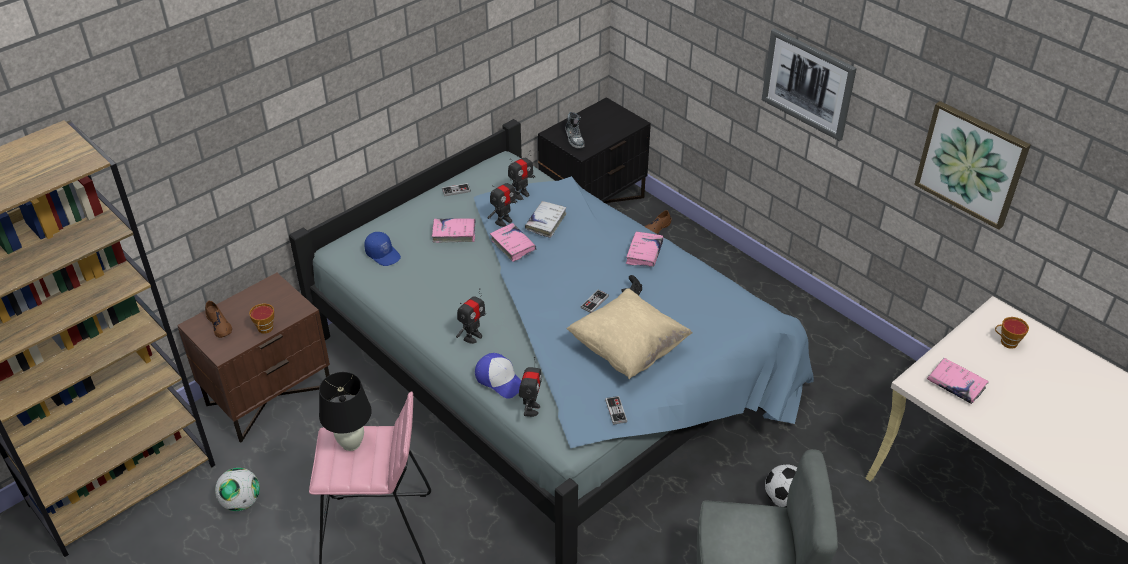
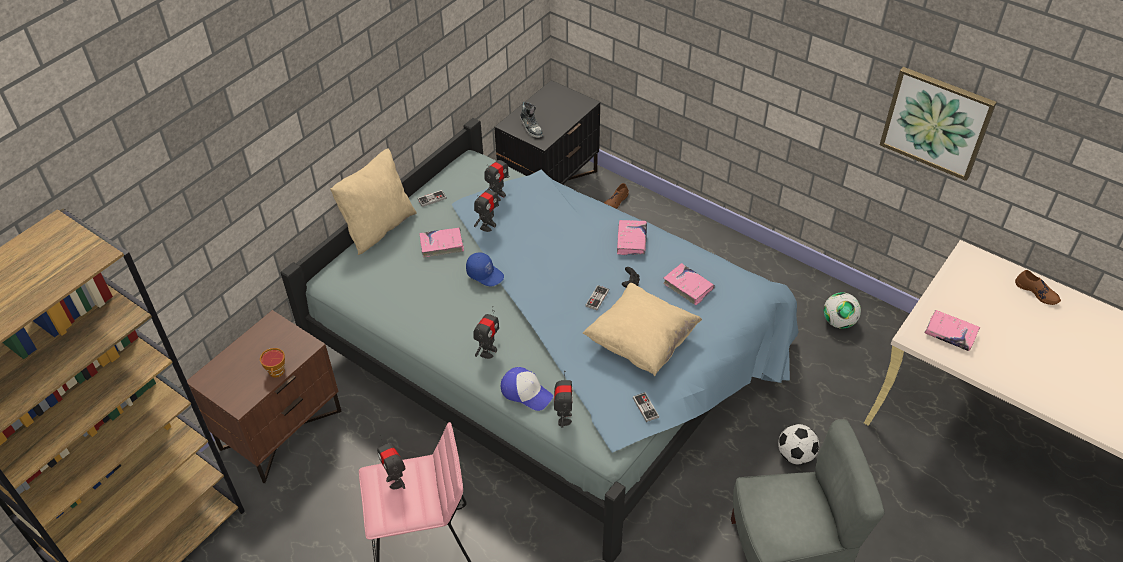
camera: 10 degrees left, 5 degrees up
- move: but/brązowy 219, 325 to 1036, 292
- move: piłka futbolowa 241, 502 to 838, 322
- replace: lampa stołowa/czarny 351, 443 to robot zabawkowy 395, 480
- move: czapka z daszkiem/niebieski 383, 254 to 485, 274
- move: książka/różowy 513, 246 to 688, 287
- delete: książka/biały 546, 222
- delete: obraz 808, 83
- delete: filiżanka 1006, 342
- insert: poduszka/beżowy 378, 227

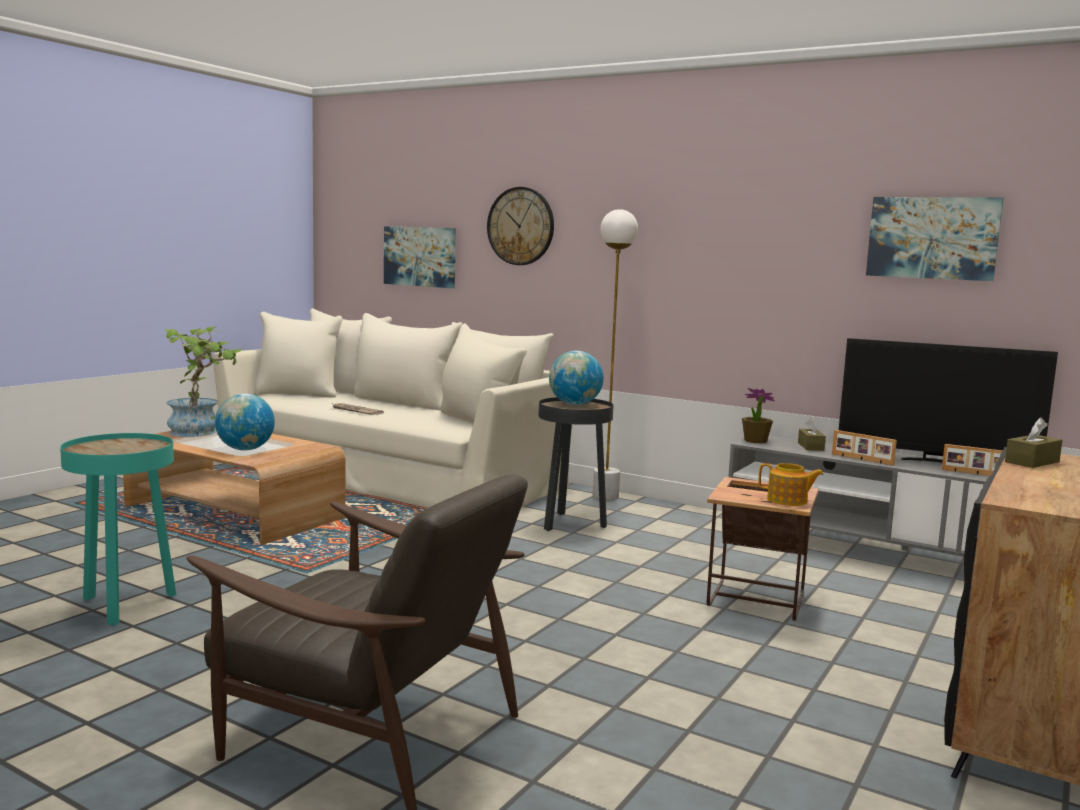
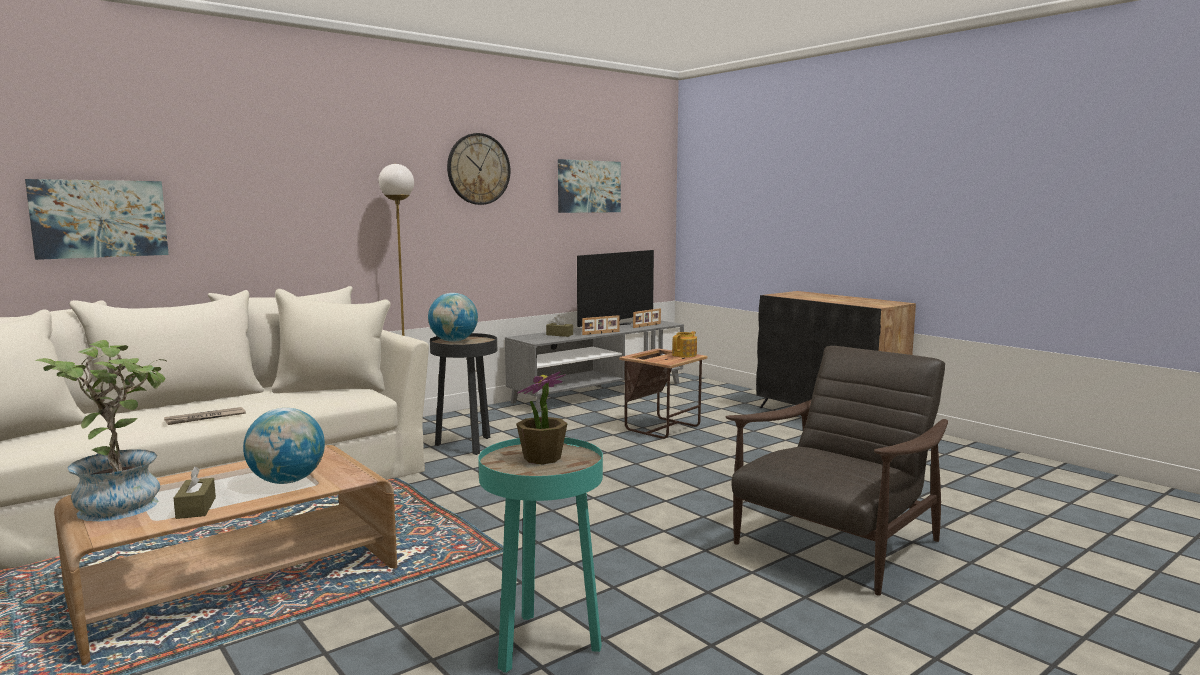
camera: 70 degrees left, 0 degrees up
- move: zegar ścienny 521, 226 to 478, 169
- move: roślina doniczkowa 755, 441 to 542, 458
- move: pudełko chusteczek/brązowy 1032, 462 to 196, 508

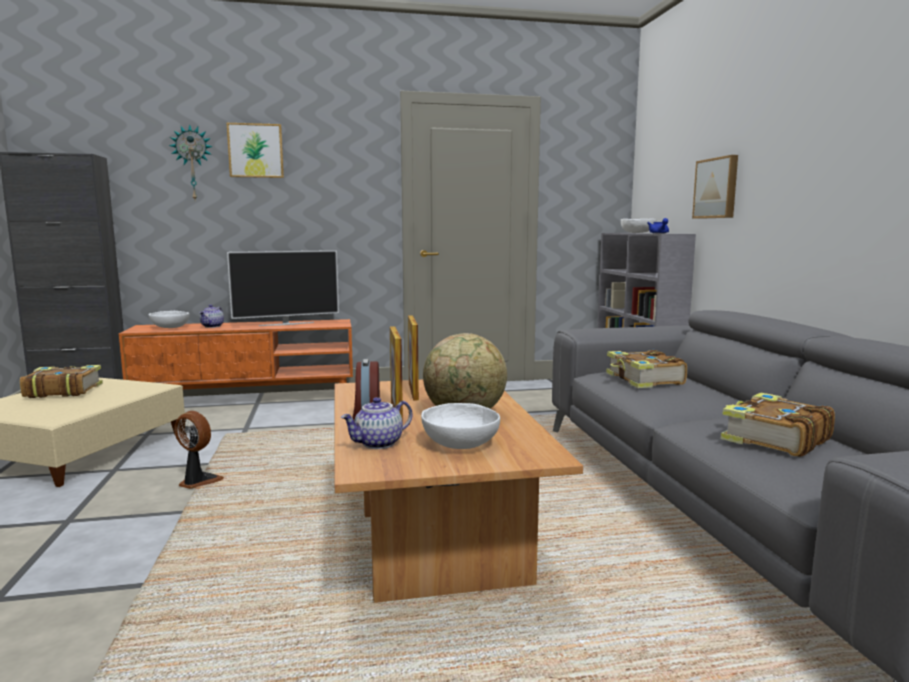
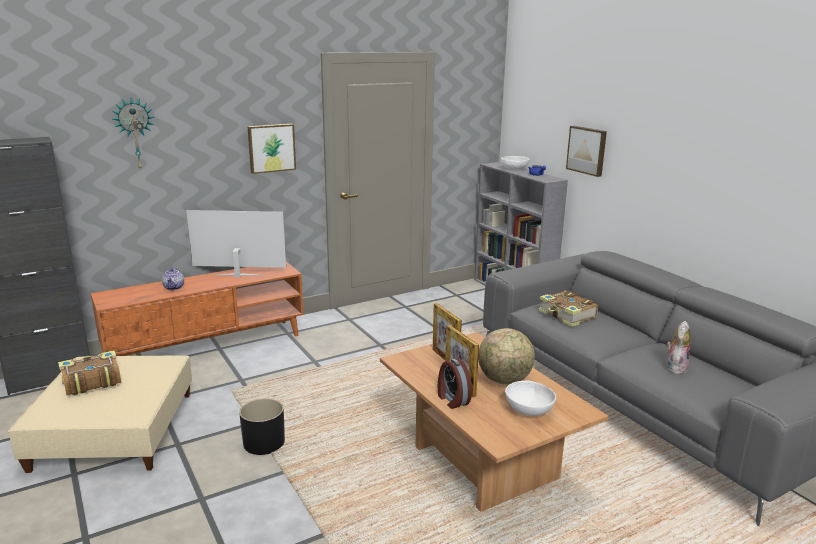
camera: 20 degrees left, 10 degrees up
- delete: miska/biały 169, 327
- replace: wentylator 198, 482 to donica/czarny 263, 443
- move: obraz 256, 151 to 271, 148
- rotate: telewizor 286, 324 = 238, 275 135 degrees counterclockwise
- delete: imbryk 378, 444
- replace: książka 774, 439 to pluszak 675, 367

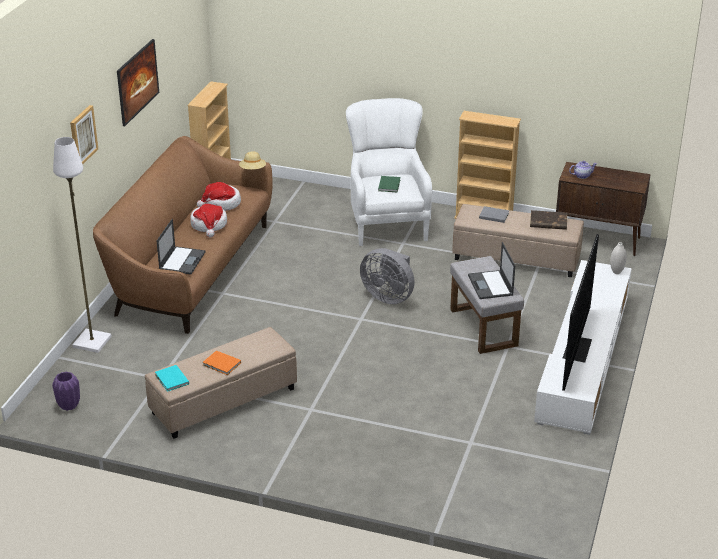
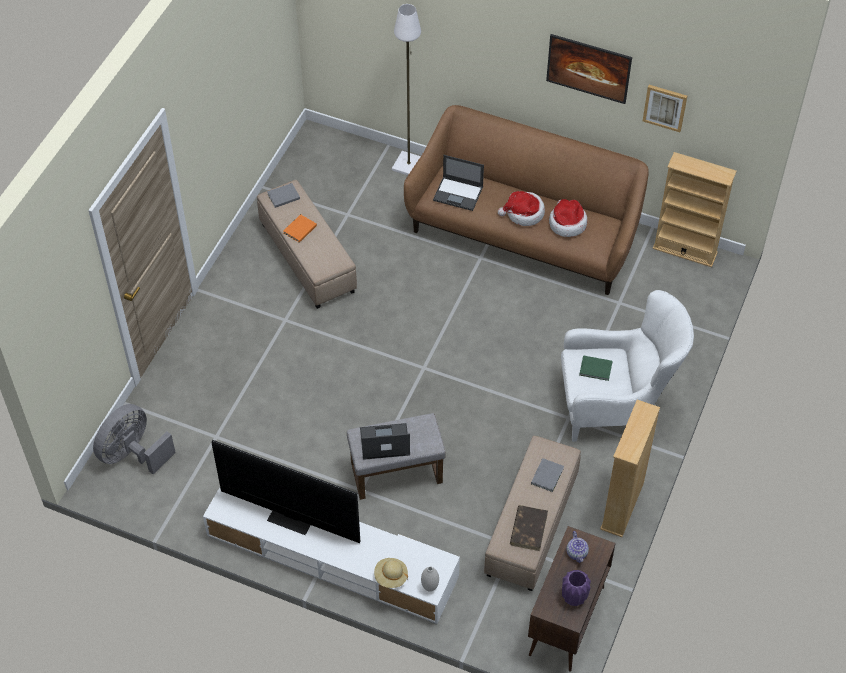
camera: 95 degrees right, 20 degrees up
- move: wazon/fioletowy 68, 405 to 574, 597
- move: obraz 82, 135 to 665, 107
- recolor: książka/turkusowy 172, 380 to książka/szary 282, 196
- move: kapelusz/beżowy 253, 170 to 391, 577
- move: wentylator/szary 389, 296 to 133, 454

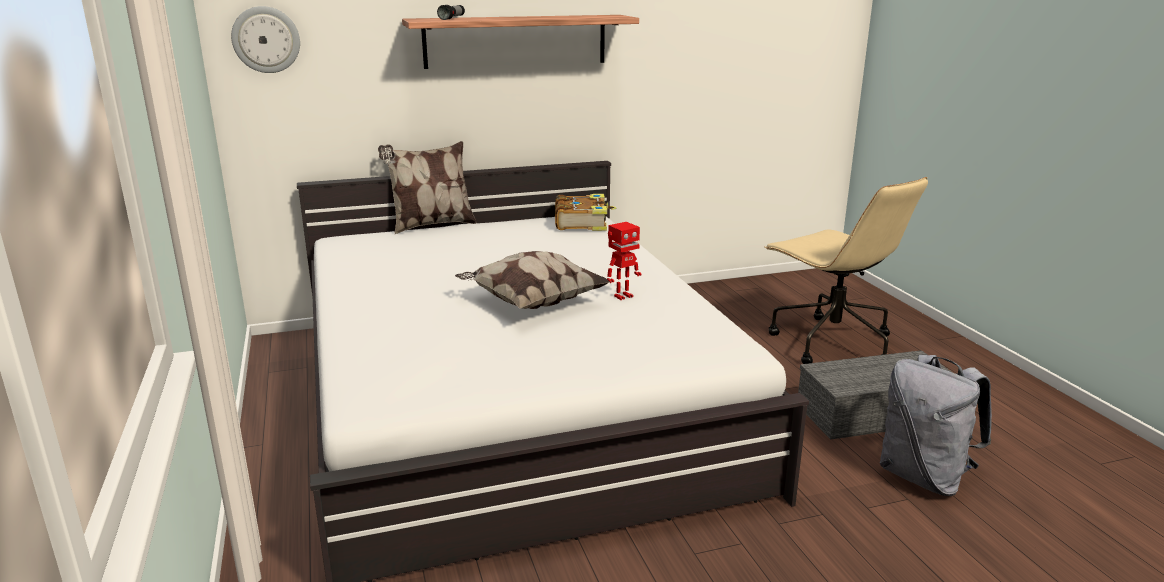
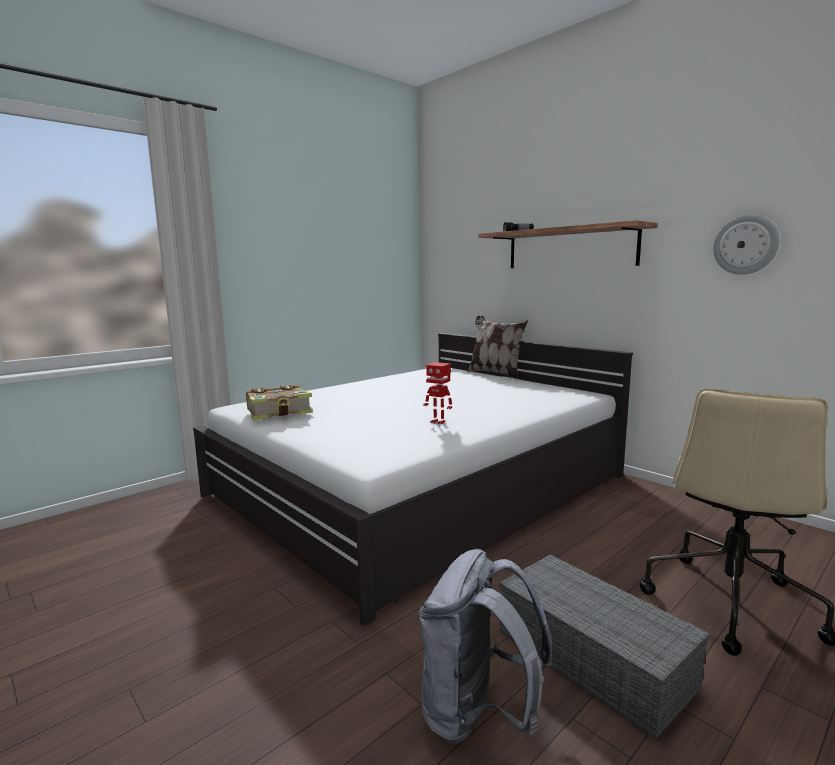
camera: 65 degrees right, 10 degrees down
- move: zegar ścienny 266, 39 to 745, 245
- delete: poduszka 531, 303
- move: książka 582, 222 to 280, 412

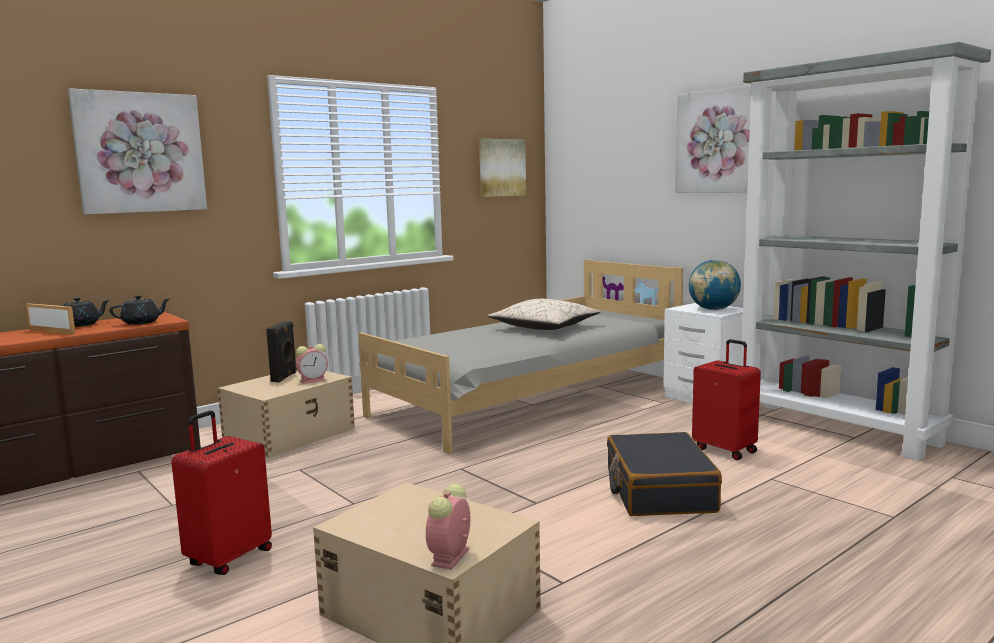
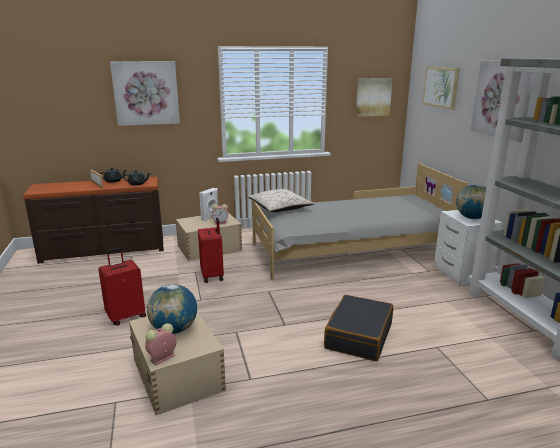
camera: 25 degrees right, 10 degrees up
- recolor: głośnik/czarny 285, 377 to głośnik/biały 210, 218
- move: poduszka/beżowy 544, 328 to 279, 208
- move: walizka/czerwony 725, 450 to 213, 275
- insert: globus 174, 329
- insert: obraz 441, 87

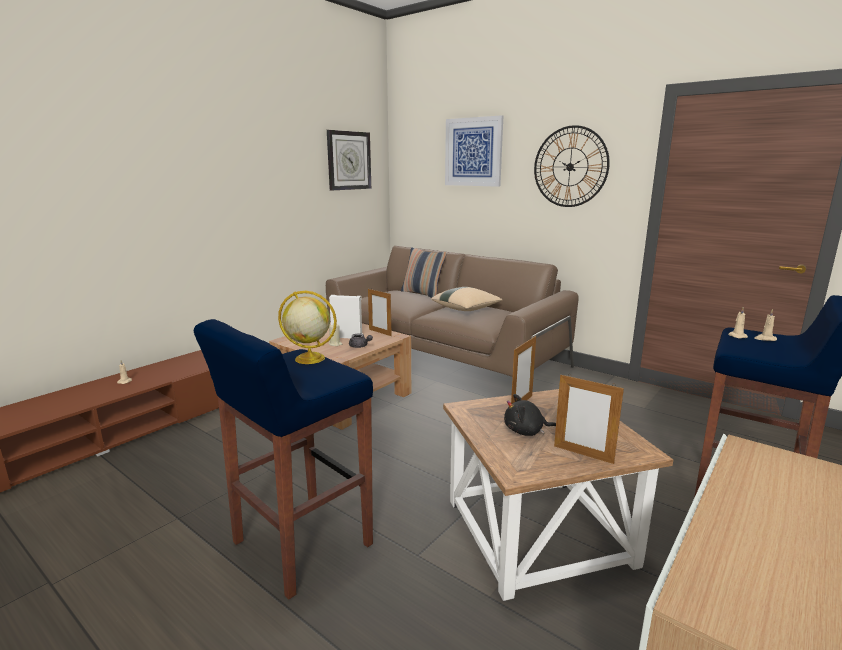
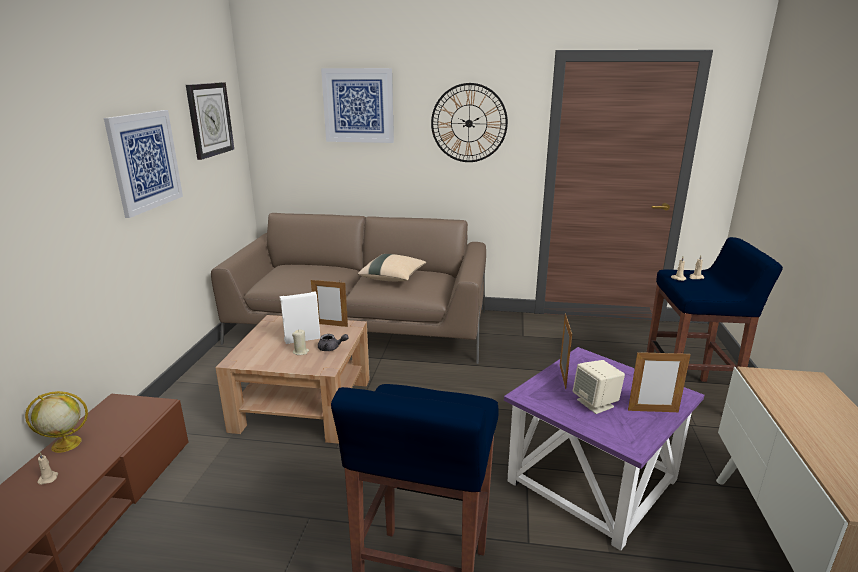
camera: 30 degrees left, 5 degrees up
- move: globus 309, 358 to 65, 444
- delete: poduszka 422, 294
- recolor: stolik/brązowy 540, 533 to stolik/fioletowy 594, 481
- replace: pluszak/czarny 526, 431 to głośnik/beżowy 596, 403
- insert: obraz 145, 161

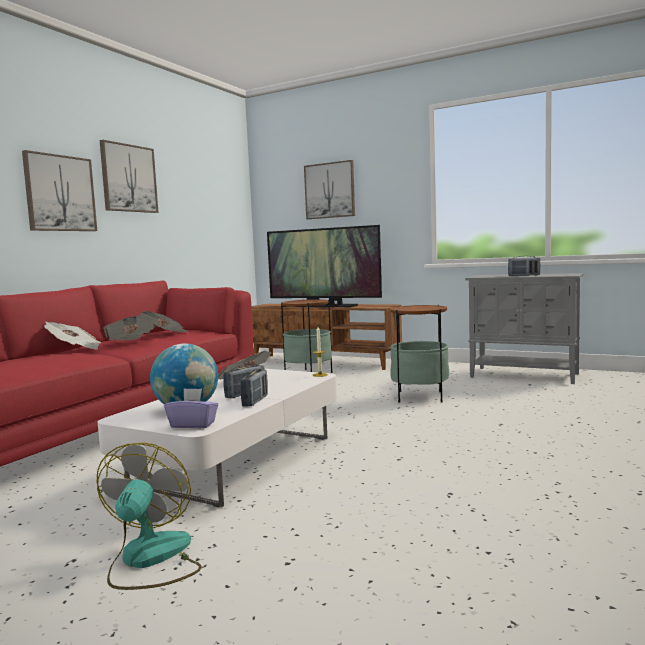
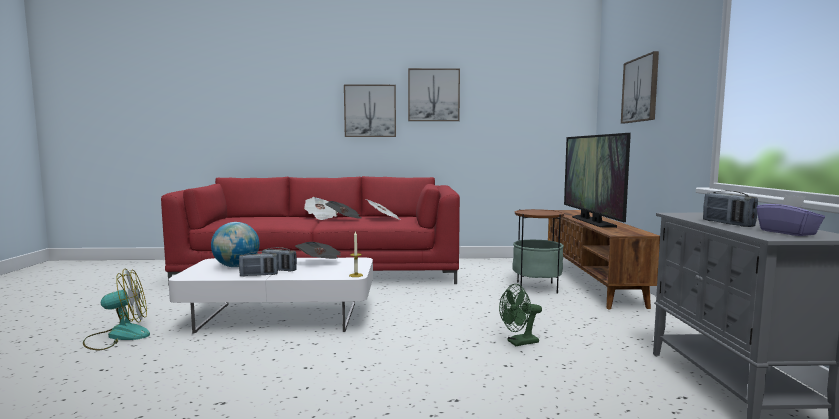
camera: 60 degrees right, 0 degrees up
- move: pudełko chusteczek/fioletowy 193, 425 to 788, 232
- replace: stolik 420, 397 to wentylator/zielony 519, 343

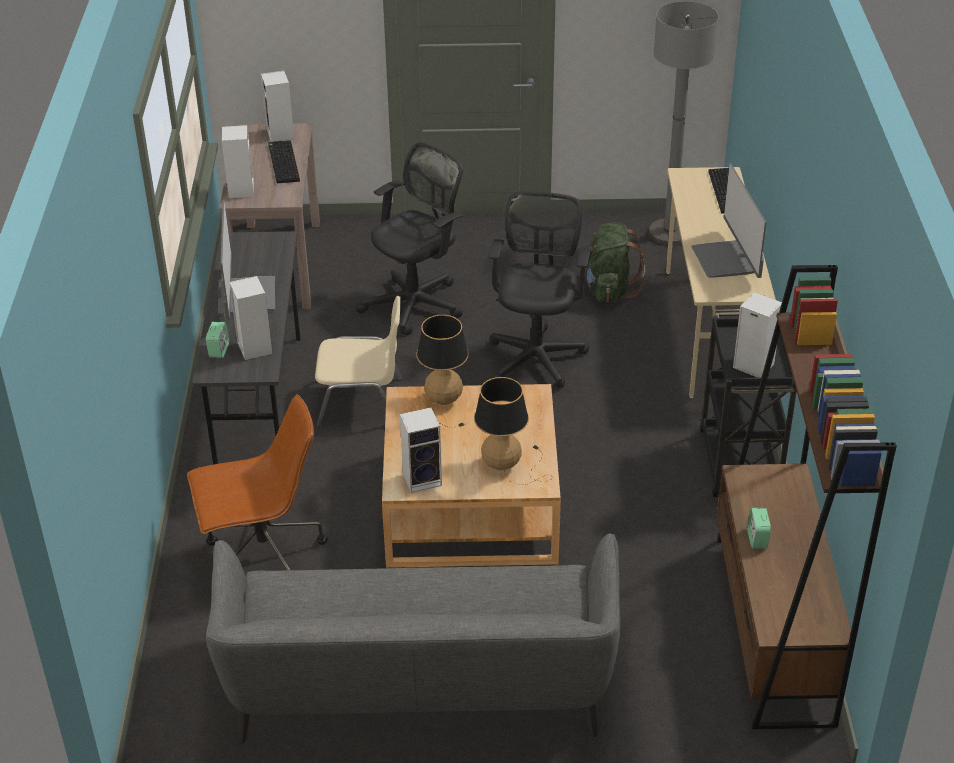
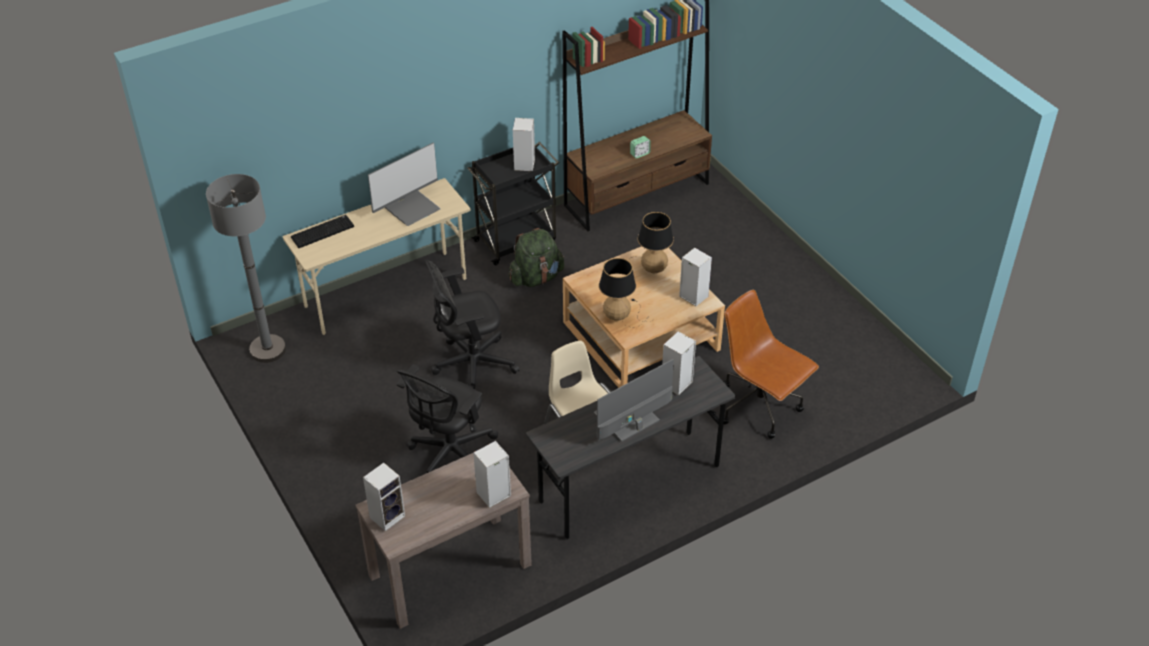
camera: 120 degrees left, 5 degrees up
- delete: budzik 219, 350
- delete: kanapa/szary 418, 686
- delete: klawiatura 282, 163
- rotate: krzesło biurowe/czarny 417, 303 = 449, 454 75 degrees counterclockwise
- move: plecak/zielony 609, 289 to 536, 278

